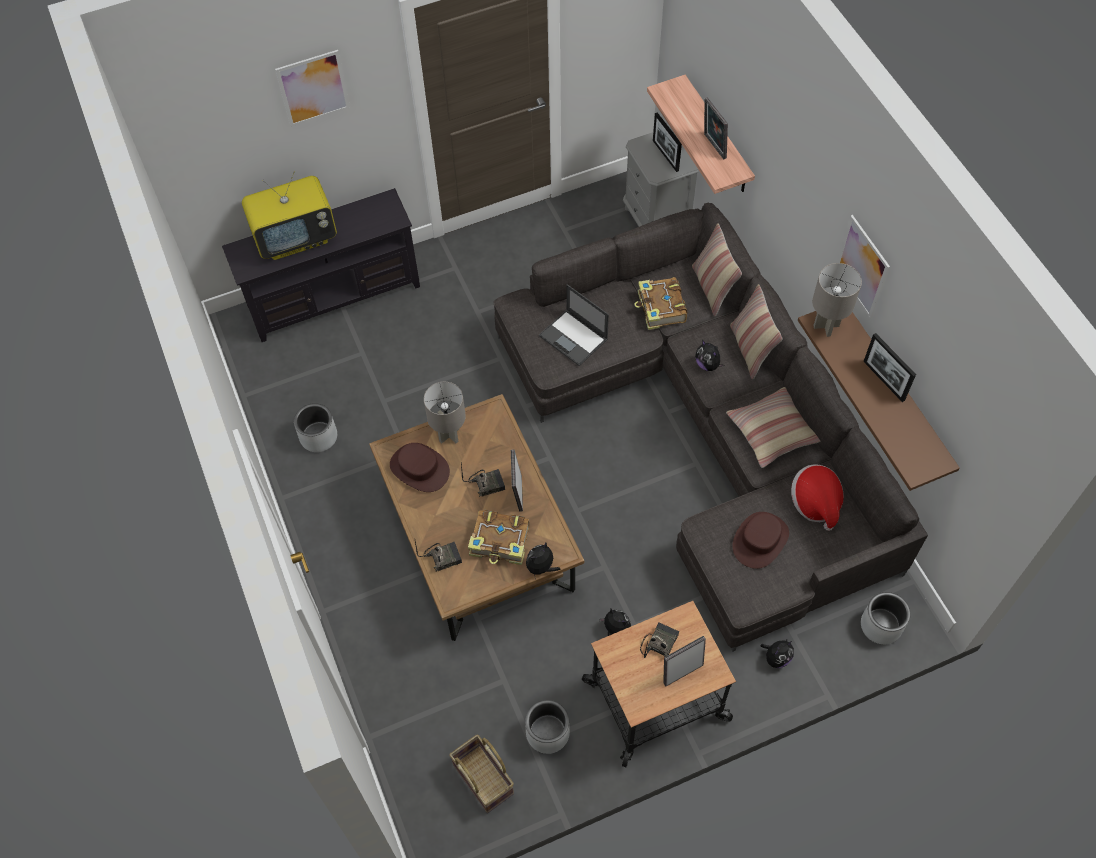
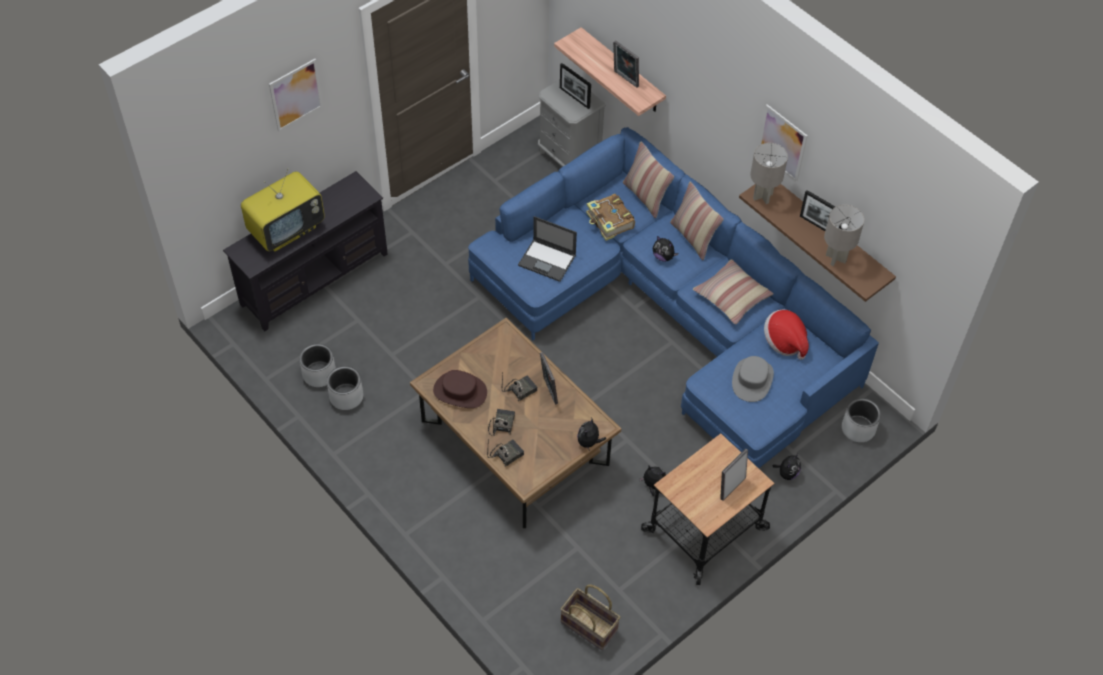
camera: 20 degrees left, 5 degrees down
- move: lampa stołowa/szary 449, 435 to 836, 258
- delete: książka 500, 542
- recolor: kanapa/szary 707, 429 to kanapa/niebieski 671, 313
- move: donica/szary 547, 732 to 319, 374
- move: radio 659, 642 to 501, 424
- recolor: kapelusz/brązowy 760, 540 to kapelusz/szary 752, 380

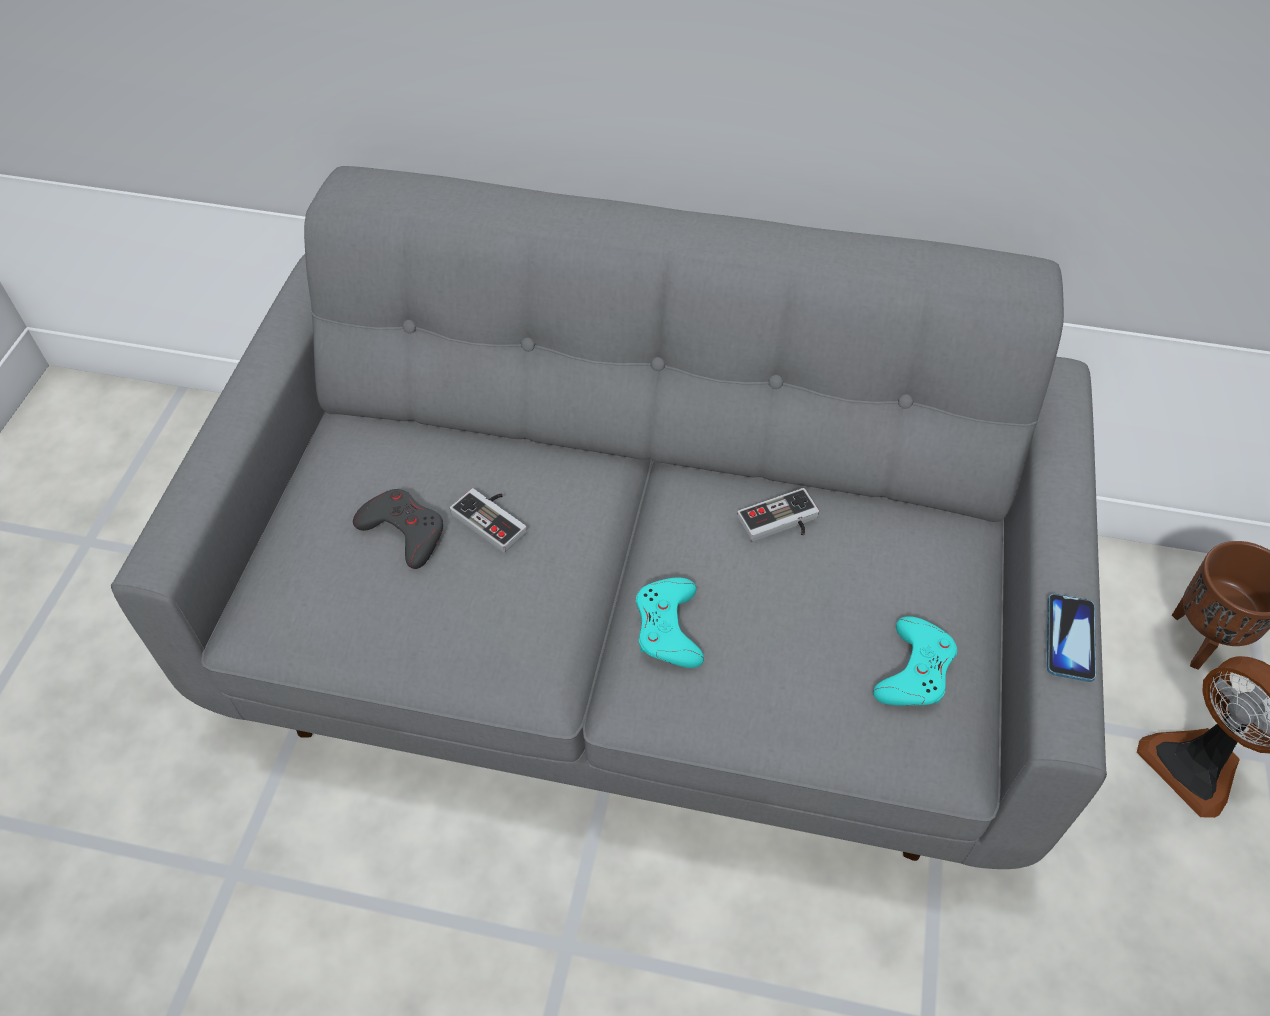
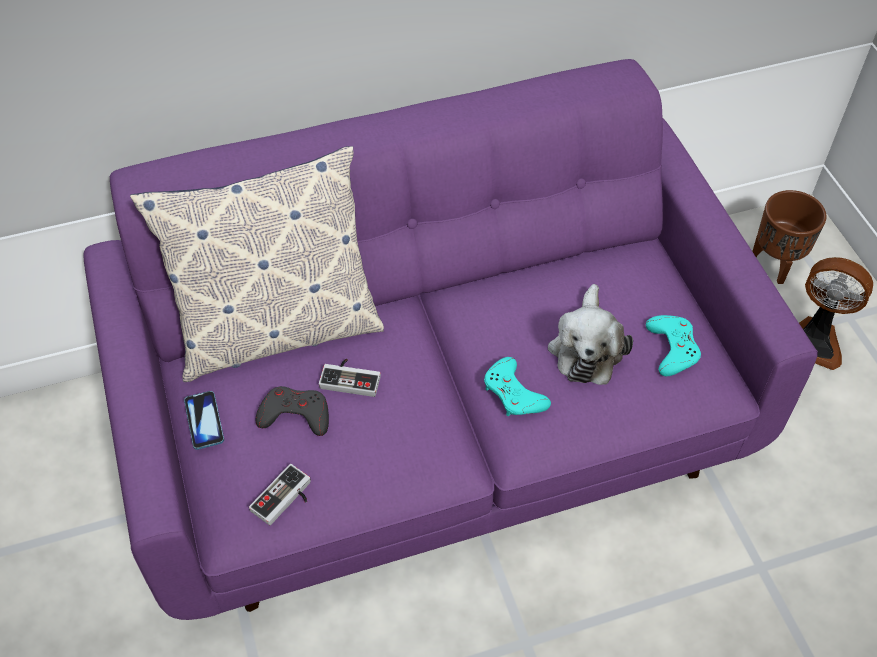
camera: 30 degrees left, 0 degrees up
- recolor: kanapa/szary 638, 634 to kanapa/fioletowy 439, 424
- move: pad do gier 780, 524 to 285, 500
- move: telefon 1070, 638 to 204, 421
- insert: poduszka 278, 330
- insert: pluszak 586, 347

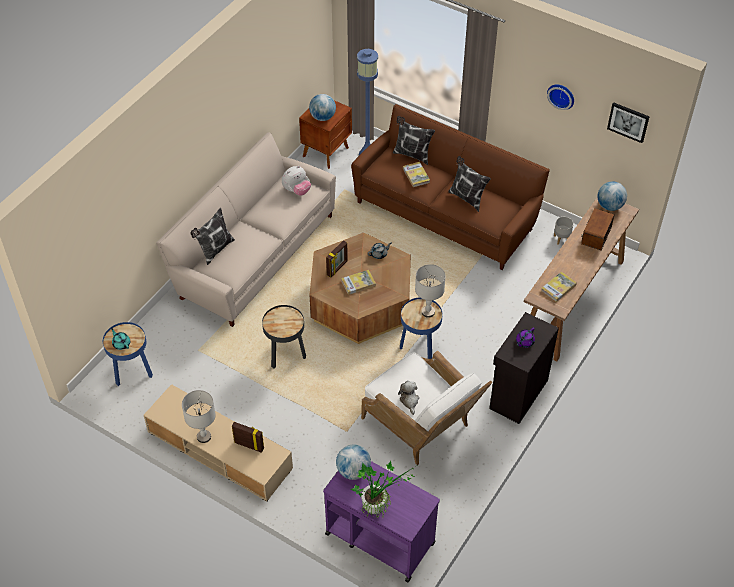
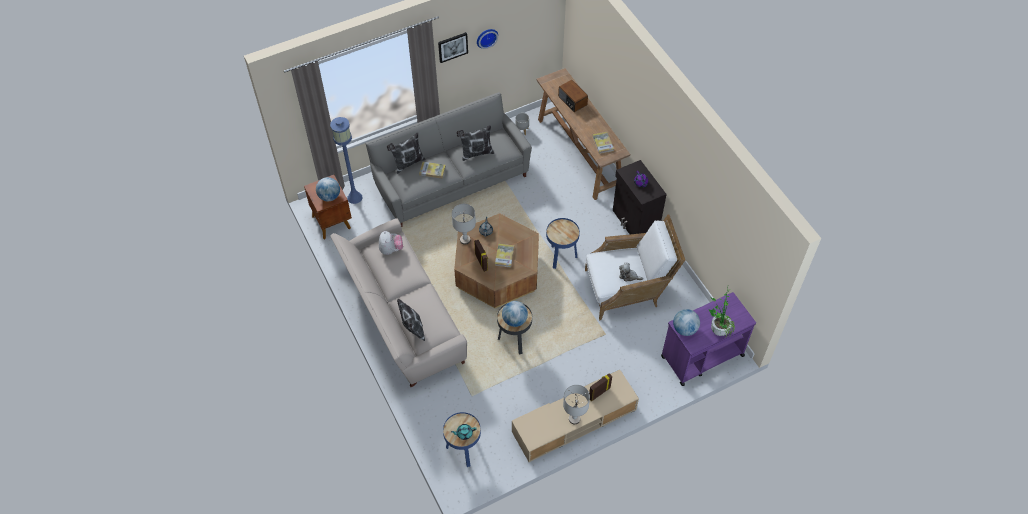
camera: 60 degrees left, 5 degrees up
- recolor: kanapa/brązowy 446, 213 to kanapa/szary 451, 180
- move: lampa stołowa/szary 428, 312 to 465, 240
- move: globus 609, 206 to 514, 320
- move: obraz 628, 122 to 452, 47

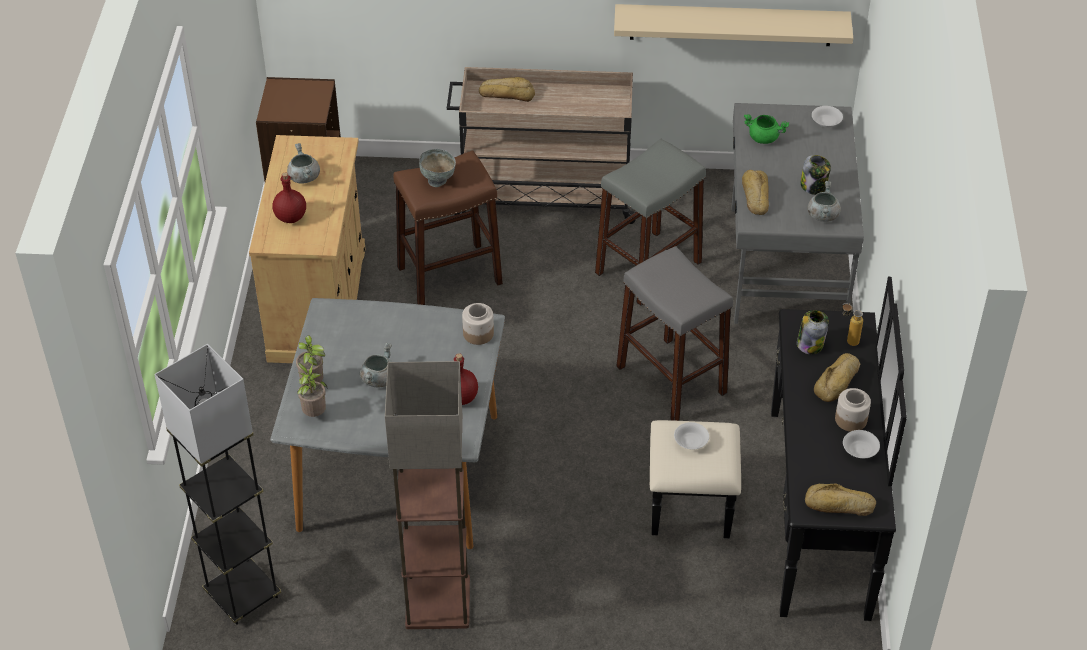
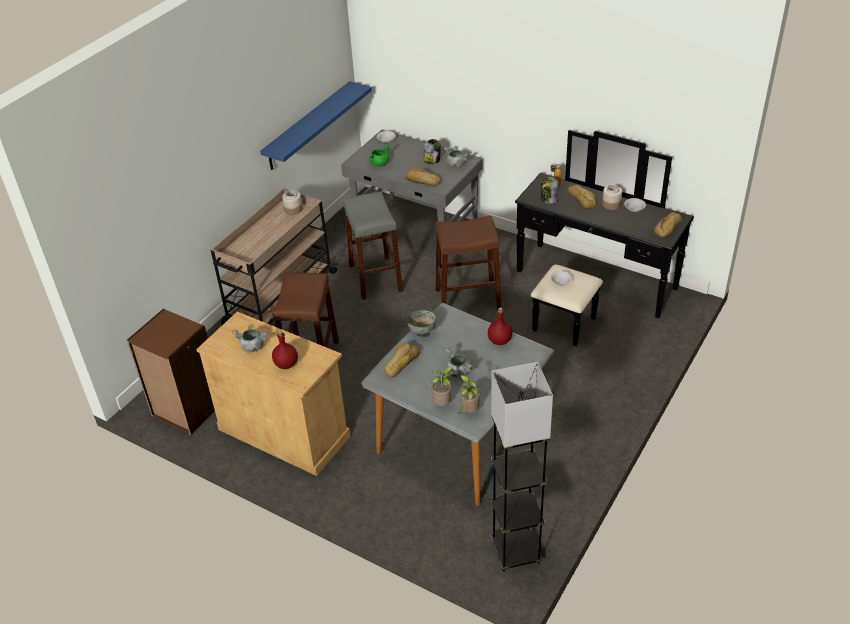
camera: 60 degrees left, 5 degrees down
- delete: lampa stojąca 437, 603
- move: miska/szary 438, 180 to 422, 333
- move: słoik 478, 334 to 293, 209
- move: chleb 507, 94 to 400, 363
- recolor: półka/beżowy 731, 25 to półka/niebieski 308, 126
- recolor: stołek/szary 671, 380 to stołek/brązowy 468, 299

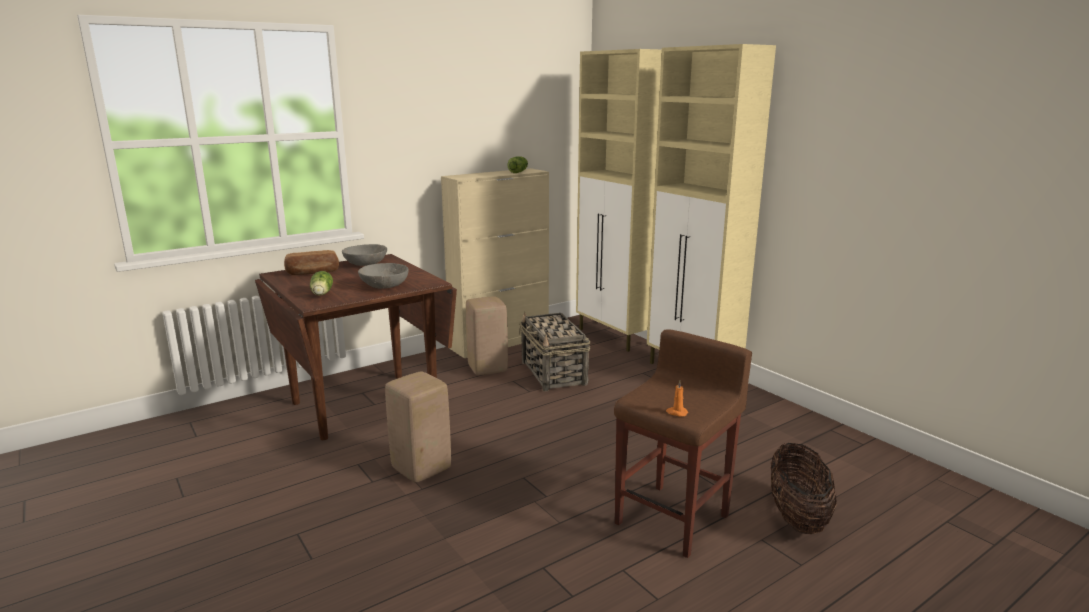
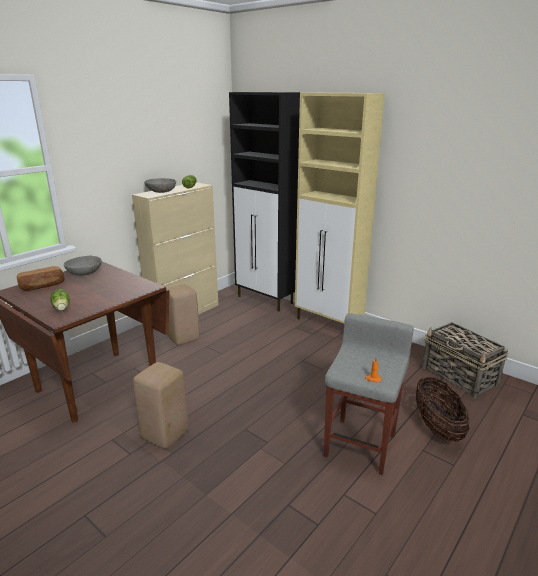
camera: 15 degrees left, 5 degrees up
- move: miska/szary 385, 286 to 161, 192
- move: koszyk 553, 374 to 459, 376
- recolor: szafka/beżowy 615, 337 to szafka/czarny 265, 300
- recolor: stołek/brązowy 673, 518 to stołek/szary 361, 444

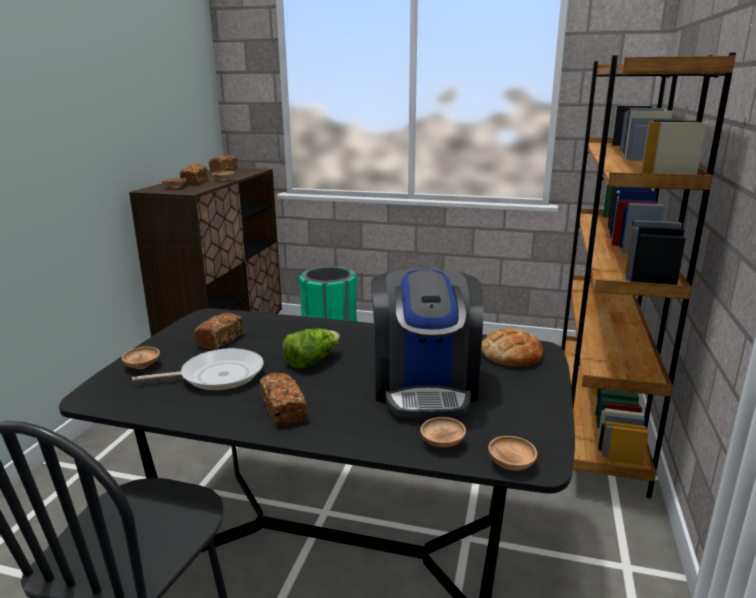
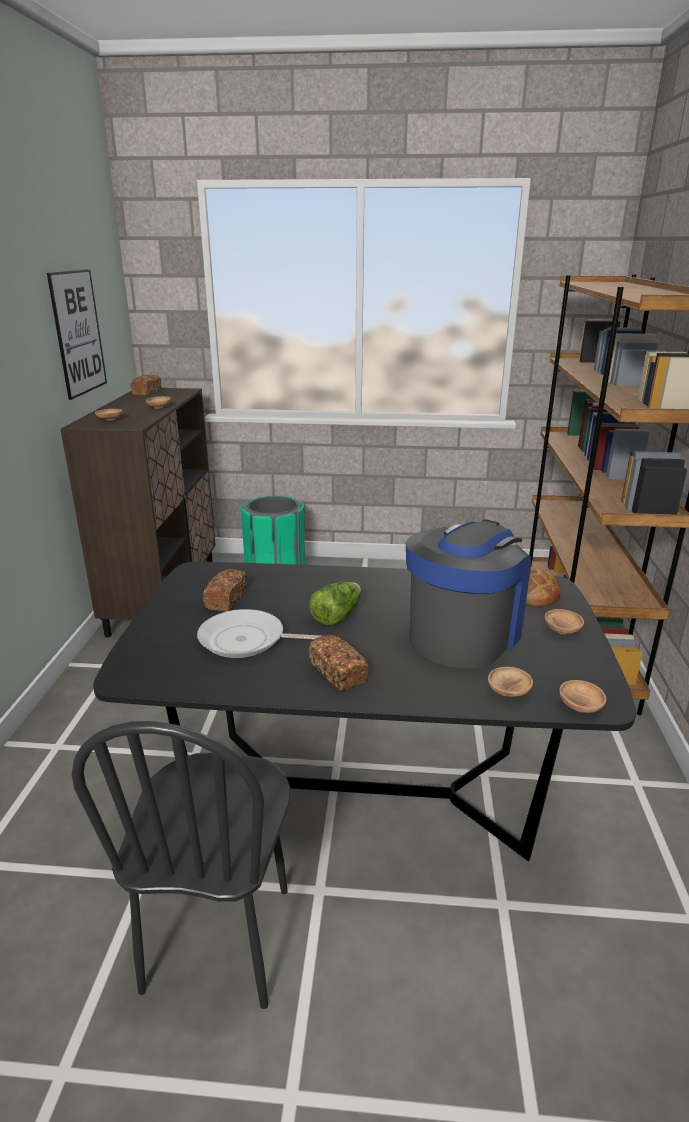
camera: 10 degrees left, 5 degrees up
- move: miska/brązowy 142, 366 to 562, 630
- rotate: patelnia 217, 375 = 247, 640 150 degrees counterclockwise
- delete: chleb 195, 182
- rotate: ekspres do kawy 425, 386 = 463, 634 135 degrees counterclockwise
- insert: obraz 78, 333

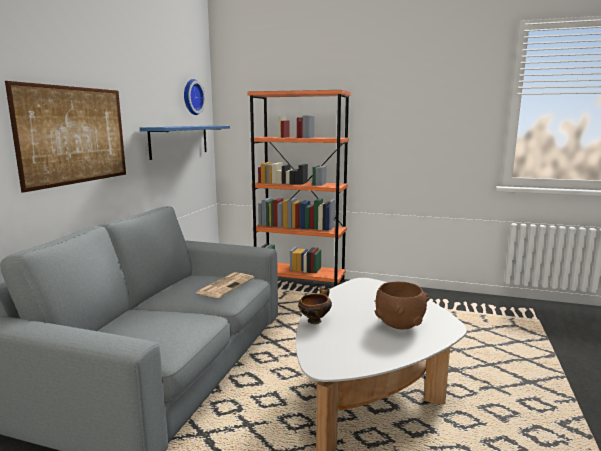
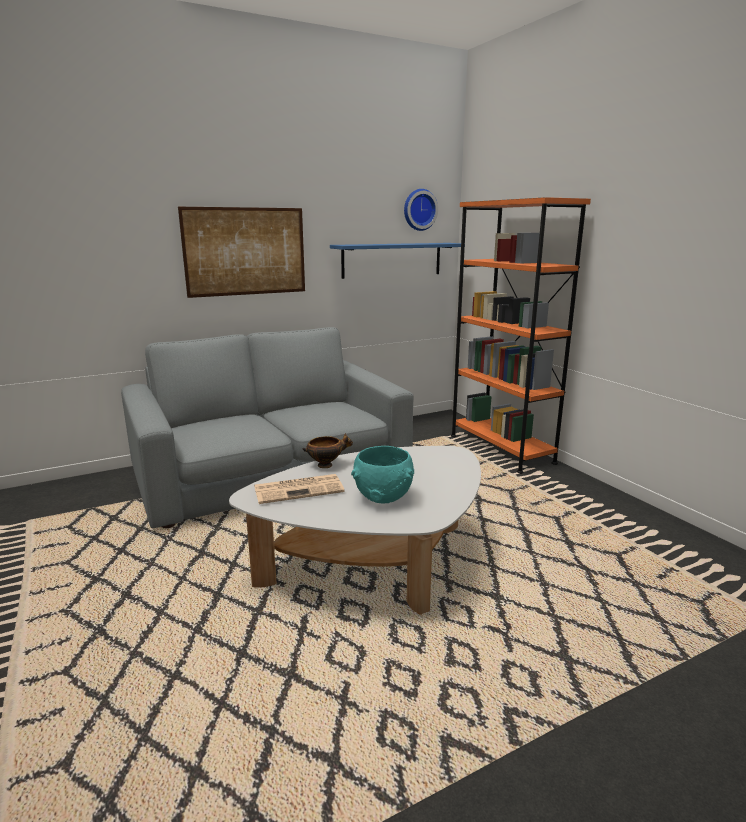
camera: 45 degrees right, 5 degrees up
- move: gazeta 225, 285 to 299, 489
- recolor: miska/brązowy 398, 324 to miska/turkusowy 383, 497

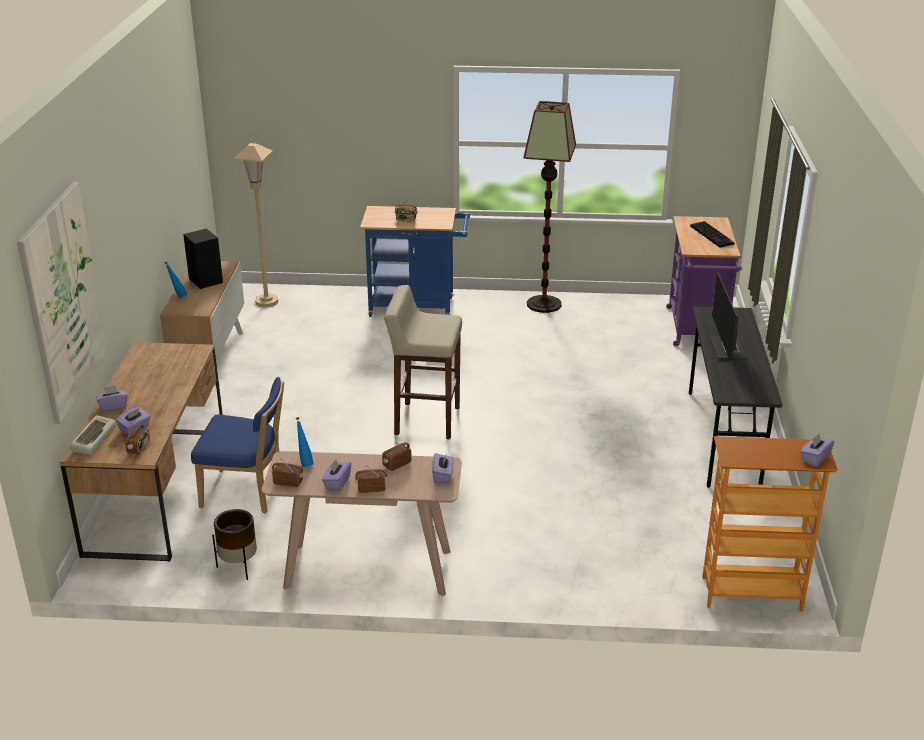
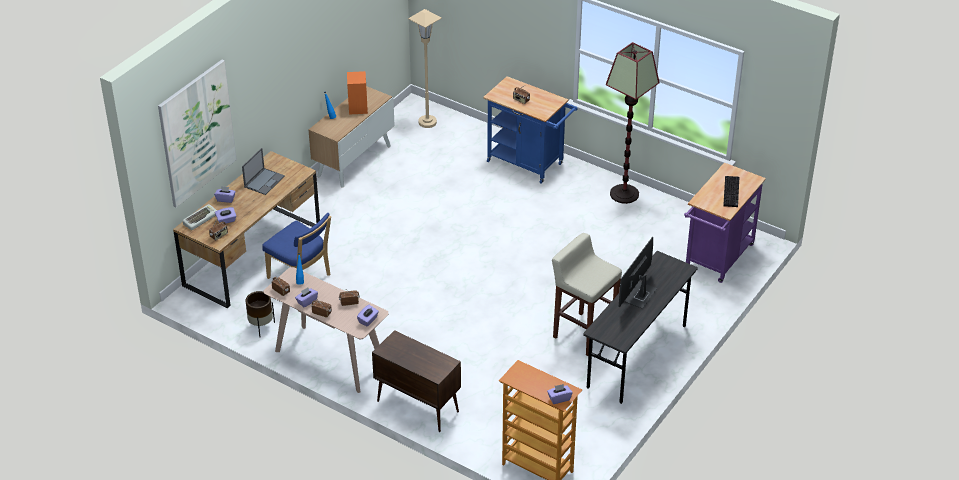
camera: 30 degrees right, 10 degrees up
- recolor: głośnik/czarny 206, 281 to głośnik/pomarańczowy 358, 108
- move: stołek/beżowy 426, 420 to 583, 333
- insert: laptop 264, 181
- insert: szafka/brązowy 417, 406

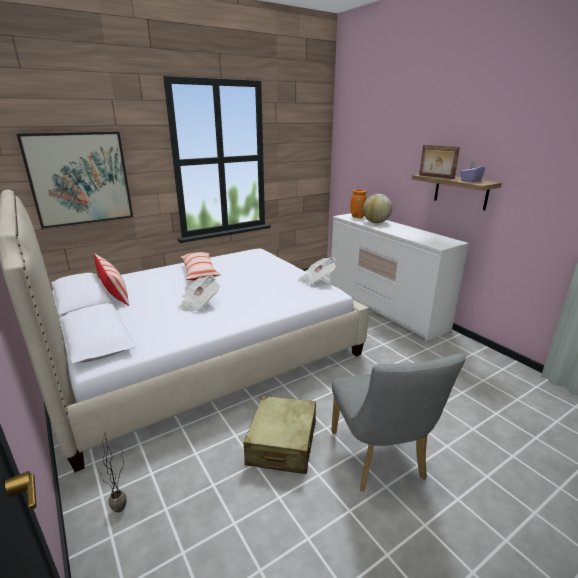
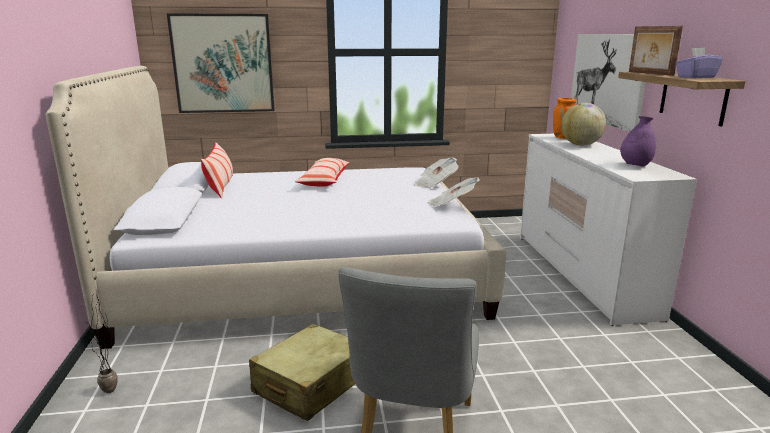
camera: 25 degrees right, 5 degrees down
- move: gazeta 199, 304 to 435, 184
- insert: obraz 607, 79
- insert: wazon/fioletowy 635, 166

